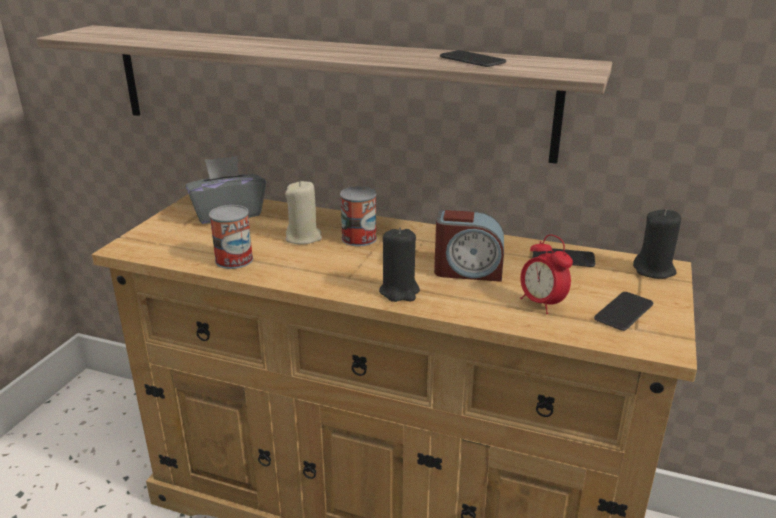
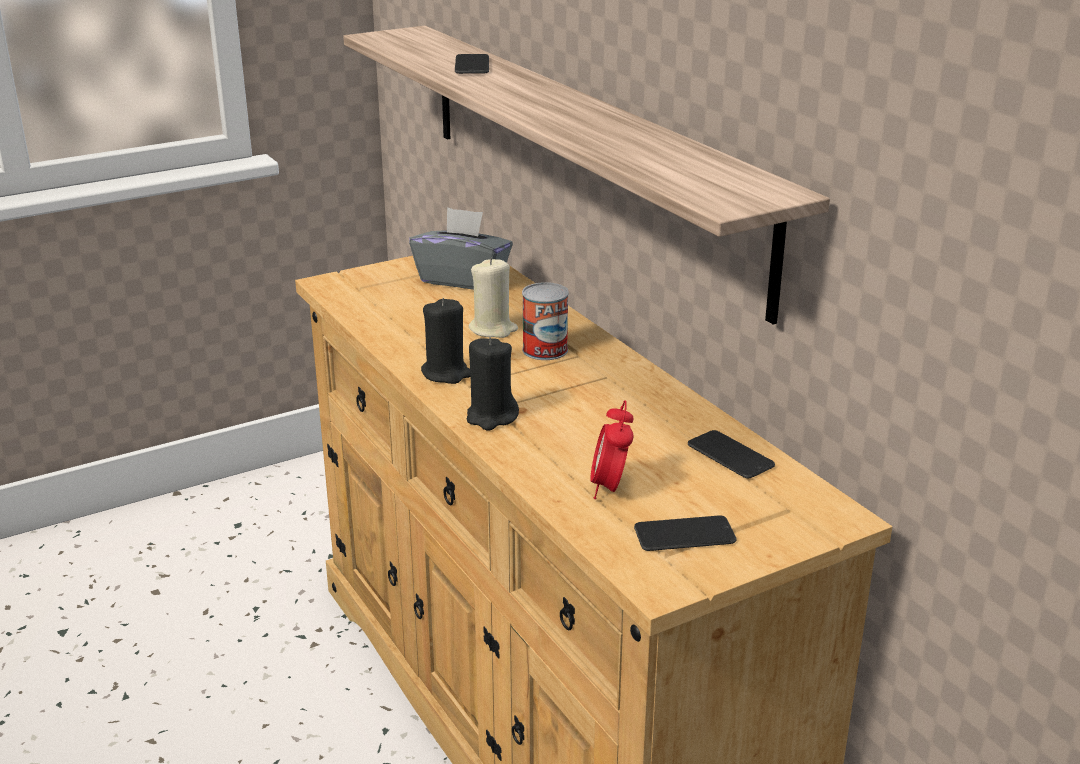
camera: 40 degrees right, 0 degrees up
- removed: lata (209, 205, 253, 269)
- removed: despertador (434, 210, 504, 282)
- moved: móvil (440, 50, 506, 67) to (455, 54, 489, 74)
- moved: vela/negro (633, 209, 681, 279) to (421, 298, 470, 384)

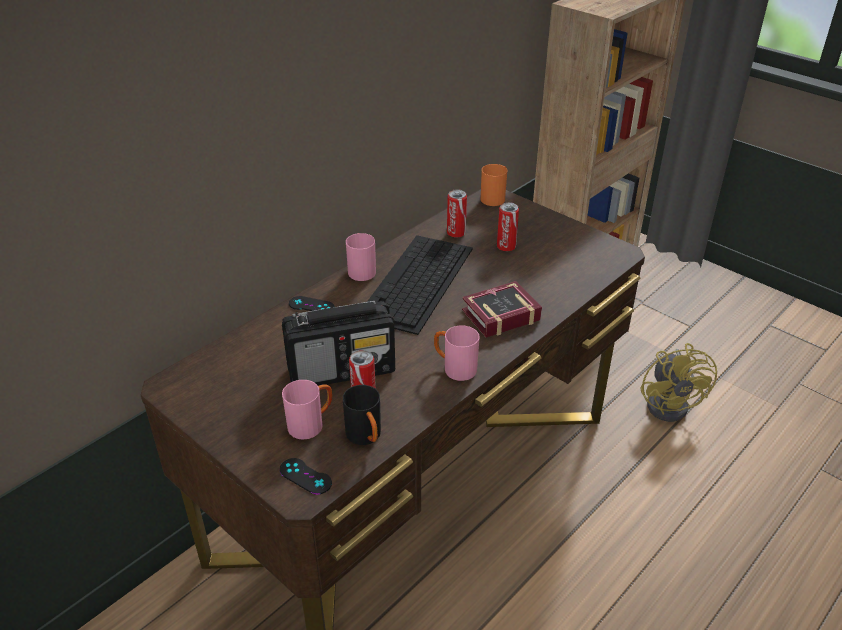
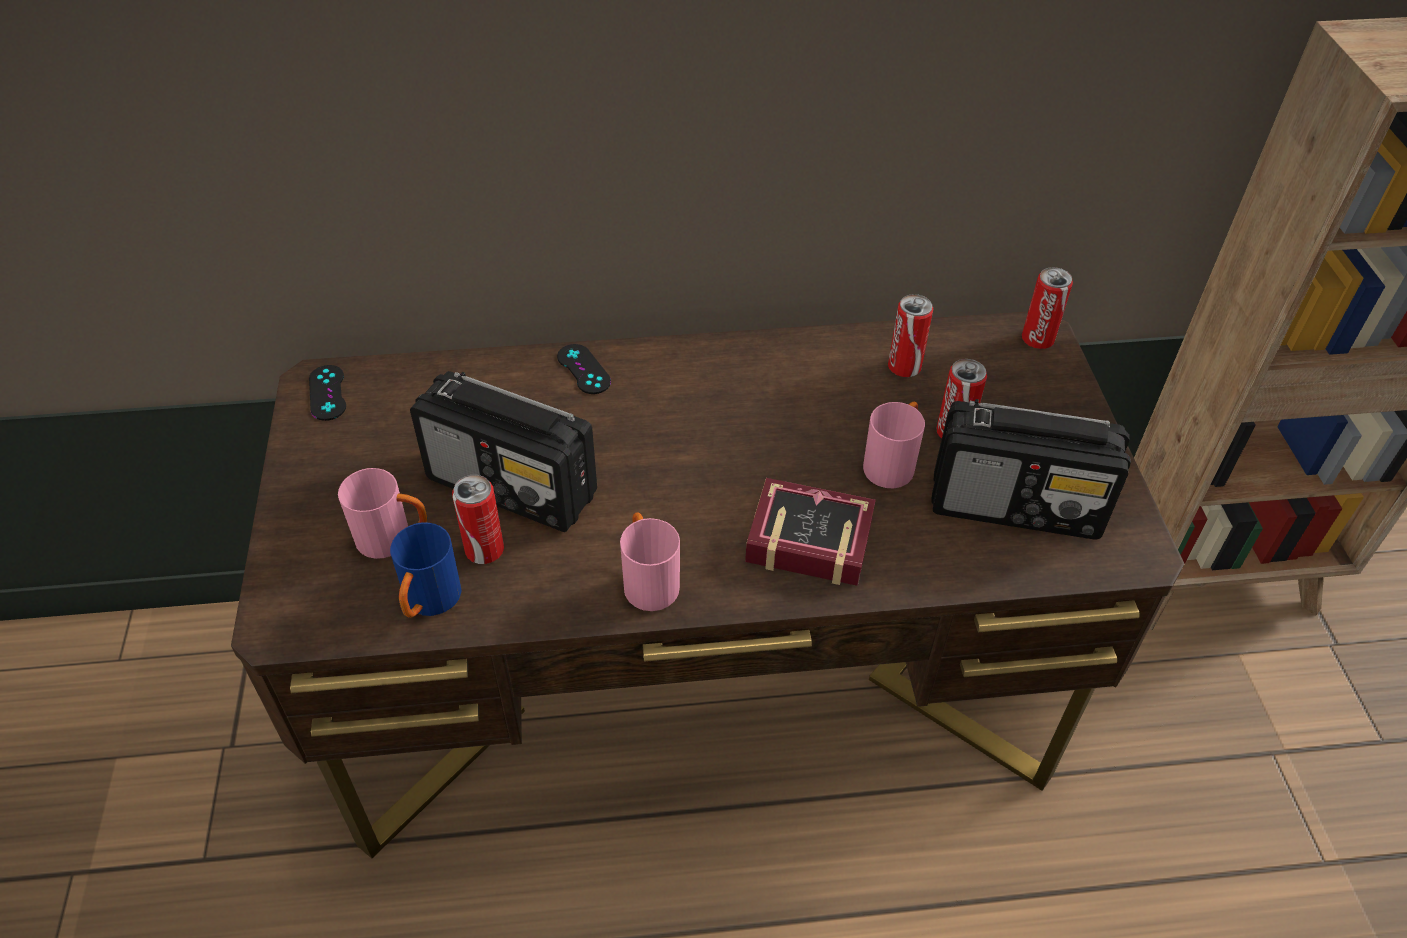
camera: 40 degrees right, 10 degrees up
- moved: mando de consola/negro (280, 458, 332, 494) to (309, 365, 346, 421)
- recoloured: taza grande/negro (343, 385, 381, 445) to taza grande/azul (390, 522, 461, 618)
- moved: taza grande/rosa (346, 233, 376, 281) to (863, 402, 925, 488)
- removed: teclado (367, 235, 473, 335)
- replaced: taza grande/naranja (481, 164, 507, 206) to lata (1022, 267, 1073, 349)
- removed: ventilador/amarillo (641, 343, 717, 422)
- added: radio (931, 399, 1131, 539)

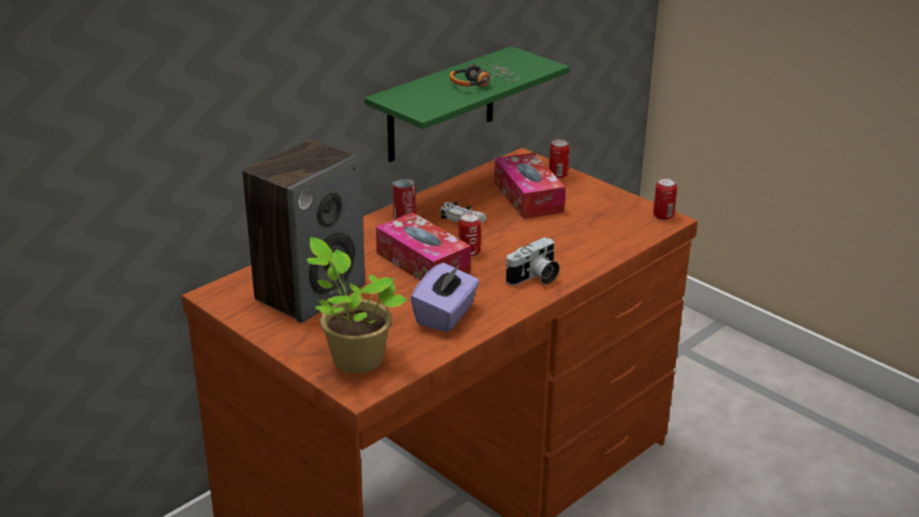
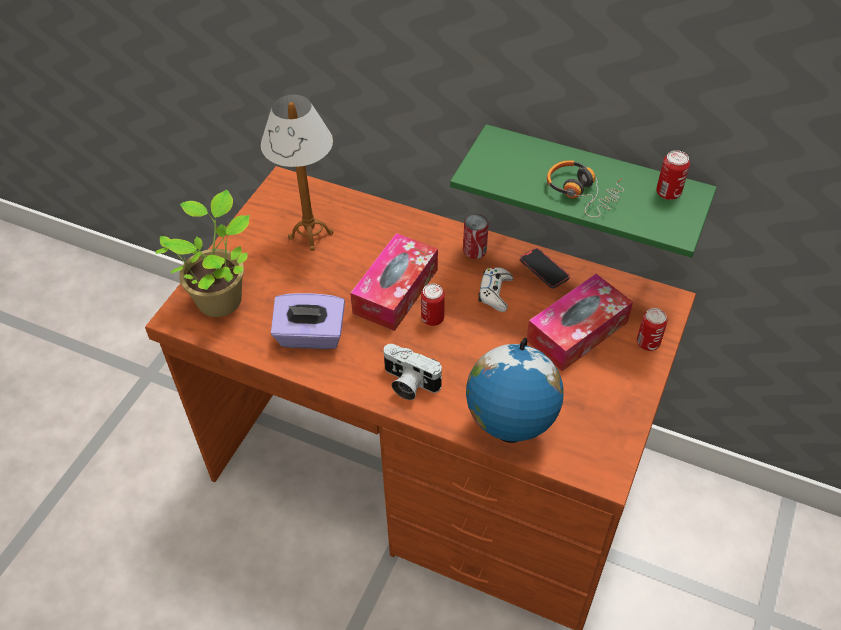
camera: 70 degrees right, 20 degrees up
- replaced: altavoz (243, 139, 365, 323) to lámpara de mesa (261, 95, 333, 251)
- moved: lata (653, 178, 677, 220) to (656, 150, 690, 200)
- added: globo terráqueo (466, 338, 564, 443)
- added: móvil (520, 248, 570, 289)

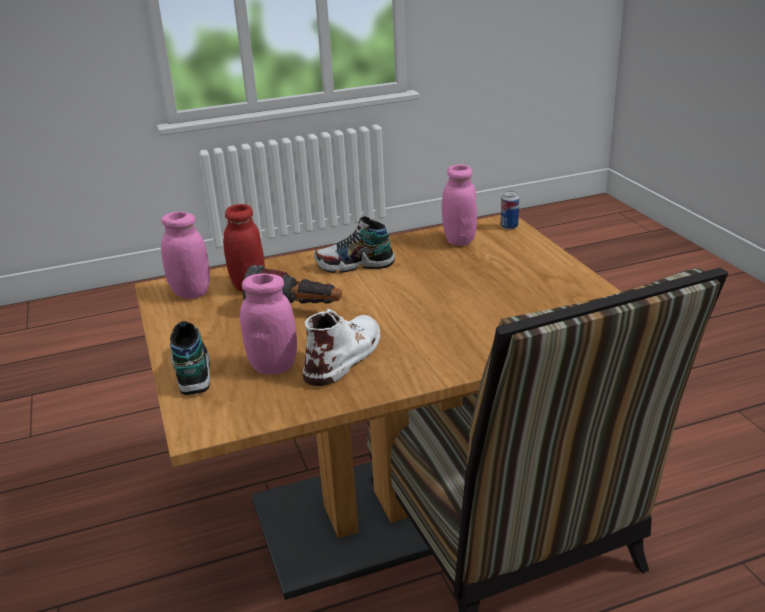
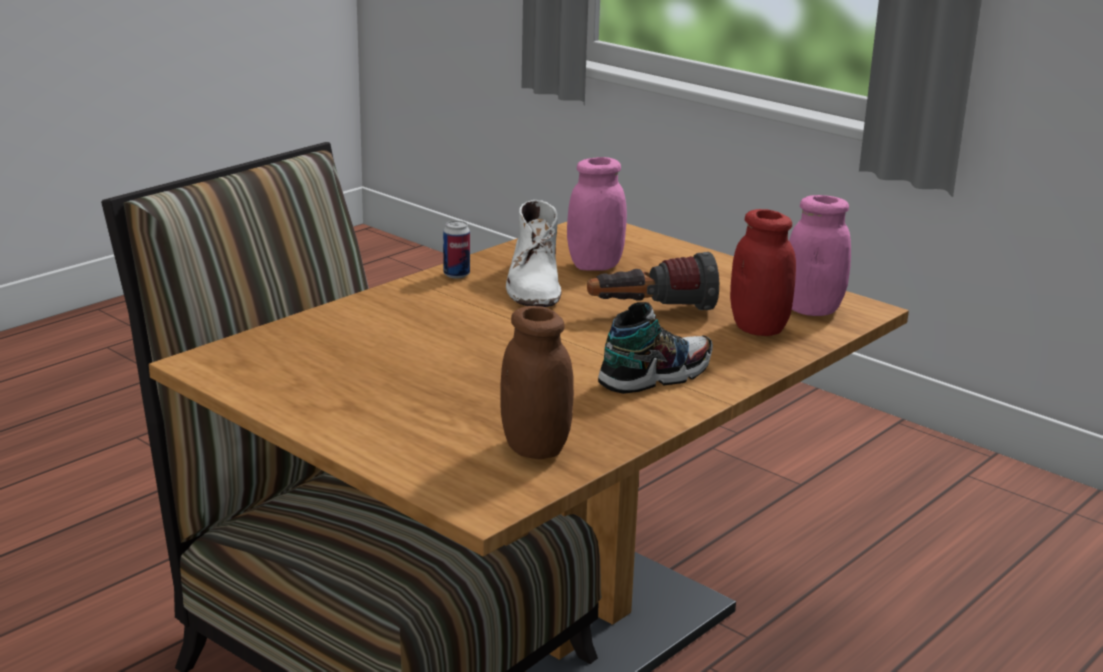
camera: 150 degrees right, 5 degrees down
- removed: zapato (170, 321, 210, 395)
- recoloured: tarro/rosa (442, 164, 477, 246) to tarro/marrón (500, 306, 574, 459)
- moved: lata (501, 191, 519, 230) to (443, 221, 470, 279)

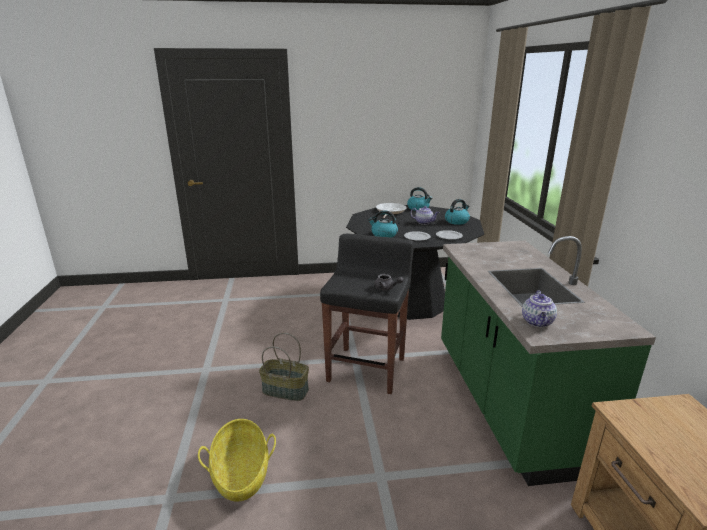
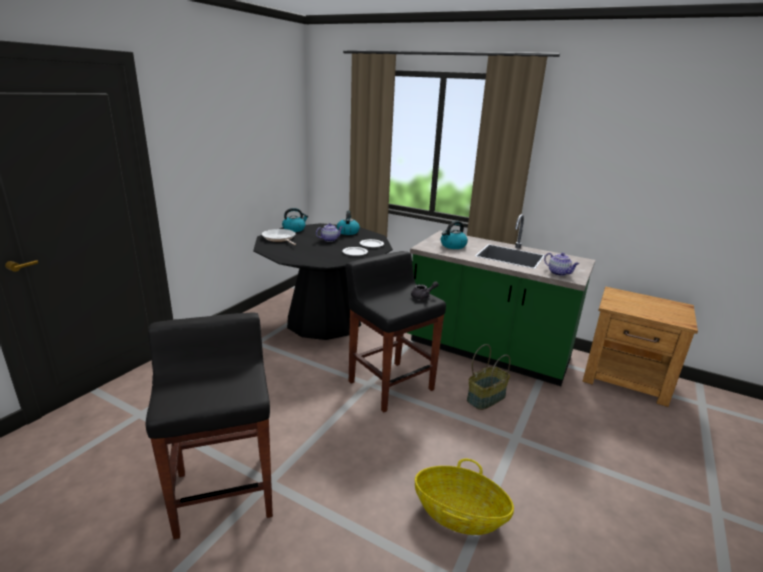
camera: 55 degrees left, 0 degrees up
- moved: cesta (259, 333, 309, 401) to (467, 344, 511, 410)
- moved: hervidor (368, 210, 398, 238) to (441, 221, 468, 249)
- added: taburete/negro (146, 312, 273, 539)

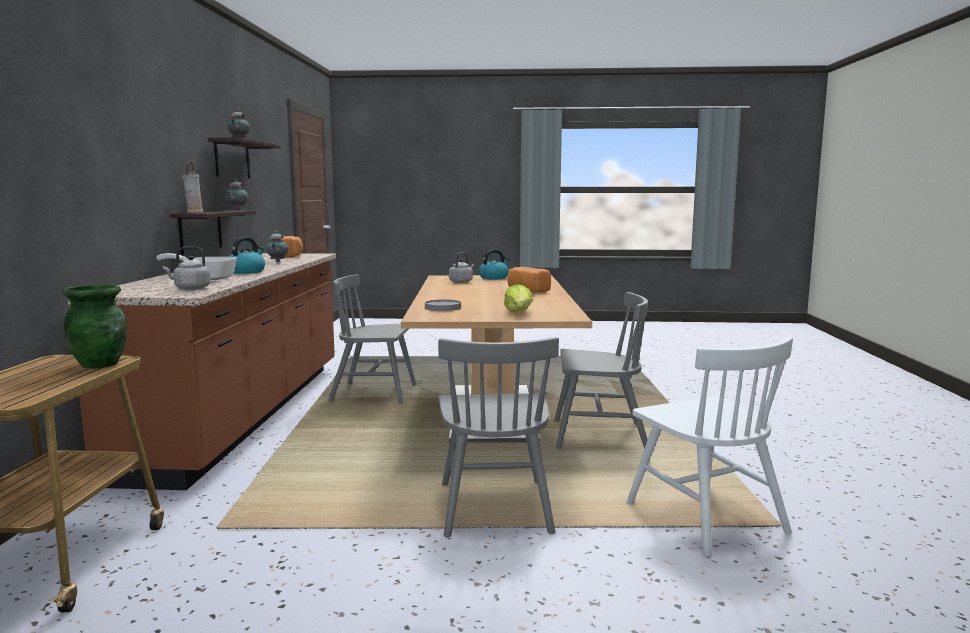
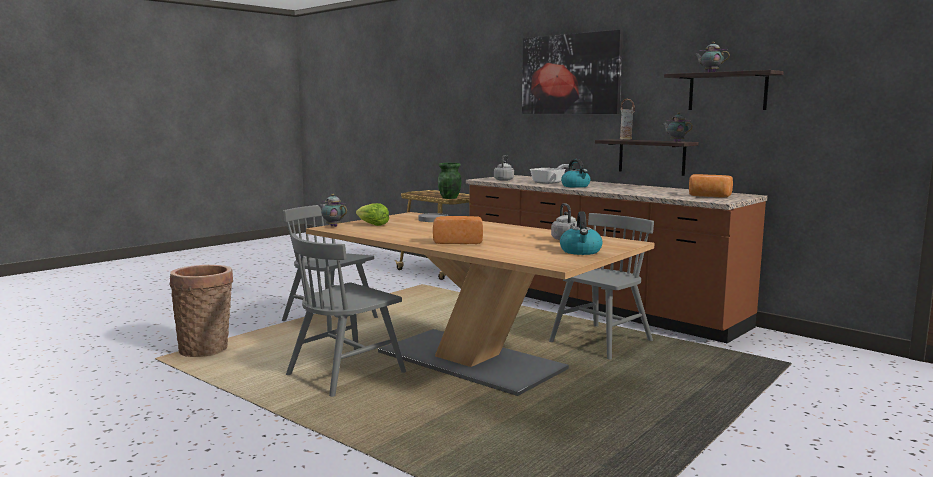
camera: 130 degrees right, 0 degrees up
- moved: tetera (266, 231, 288, 262) to (318, 194, 347, 227)
- replaced: silla/blanco (626, 337, 793, 557) to cesta (170, 265, 233, 357)
- added: cuadro (522, 30, 623, 114)

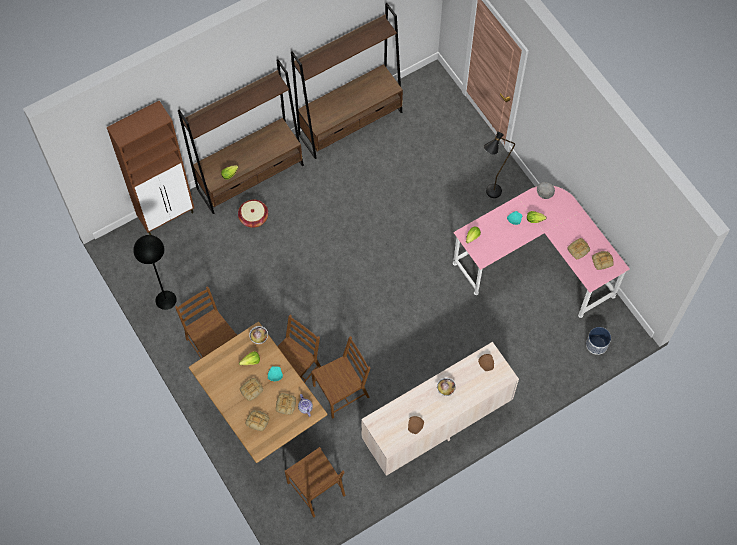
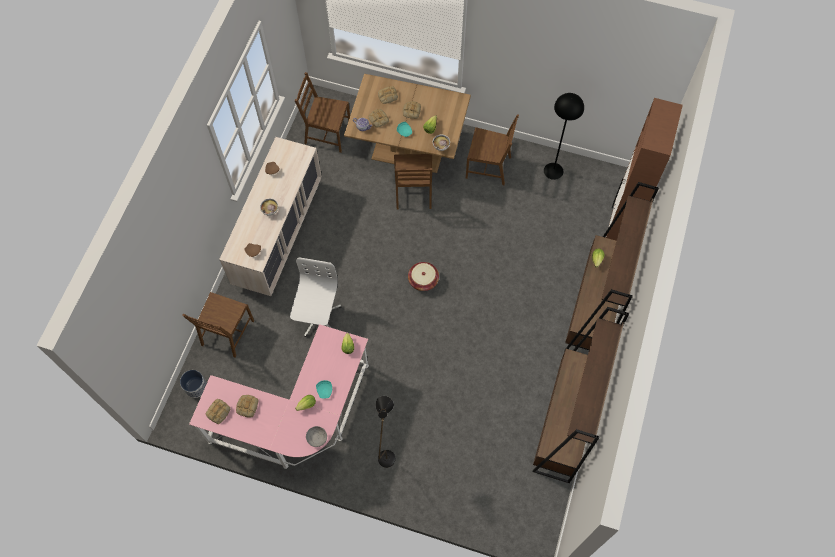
camera: 140 degrees right, 0 degrees up
- moved: cesta (238, 200, 268, 228) to (408, 262, 439, 291)
- moved: silla/marrón (311, 336, 370, 419) to (182, 292, 254, 358)
- added: silla de oficina/blanco (290, 257, 341, 337)

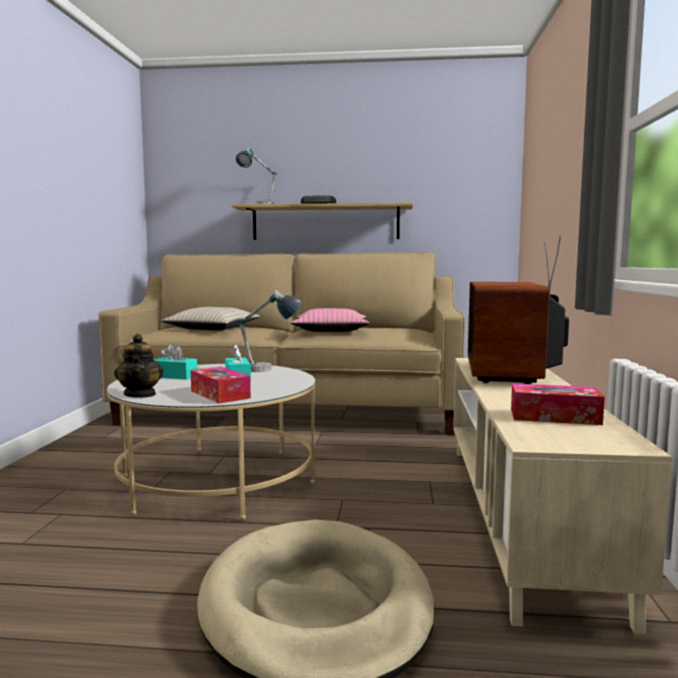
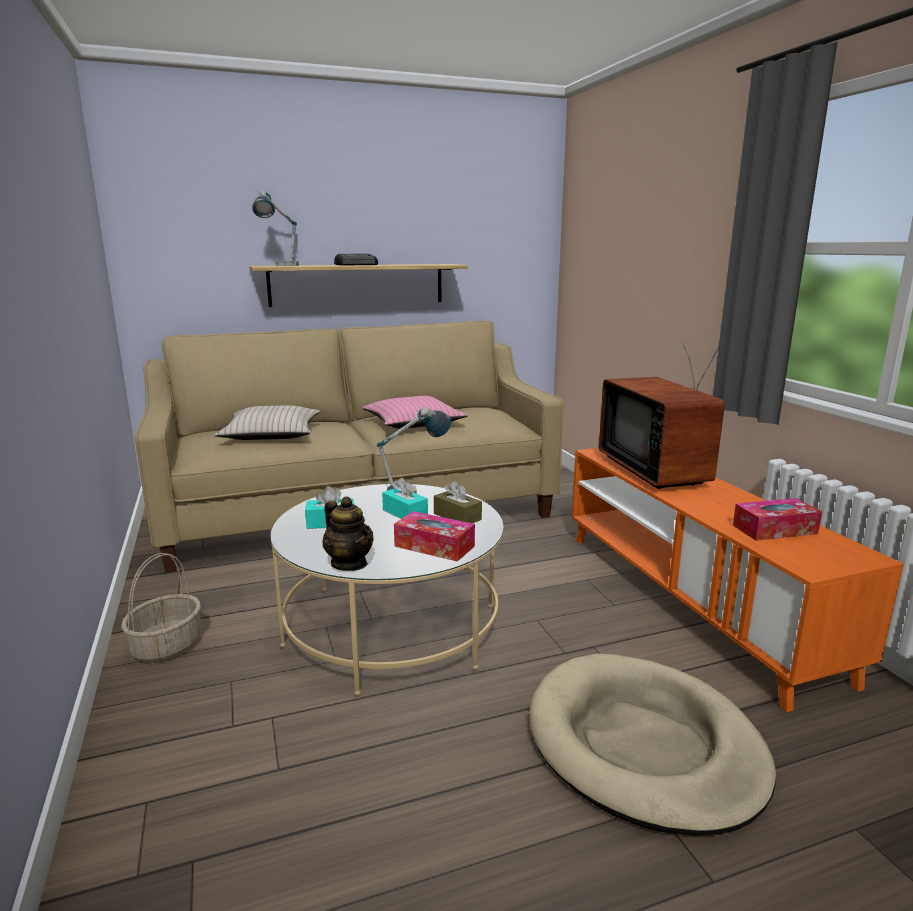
camera: 25 degrees left, 10 degrees up
- recoloured: mueble de televisión/beis (453, 358, 672, 634) to mueble de televisión/naranja (572, 448, 904, 712)
- added: cesta (121, 553, 201, 662)
- added: caja de pañuelos/marrón (434, 481, 482, 523)

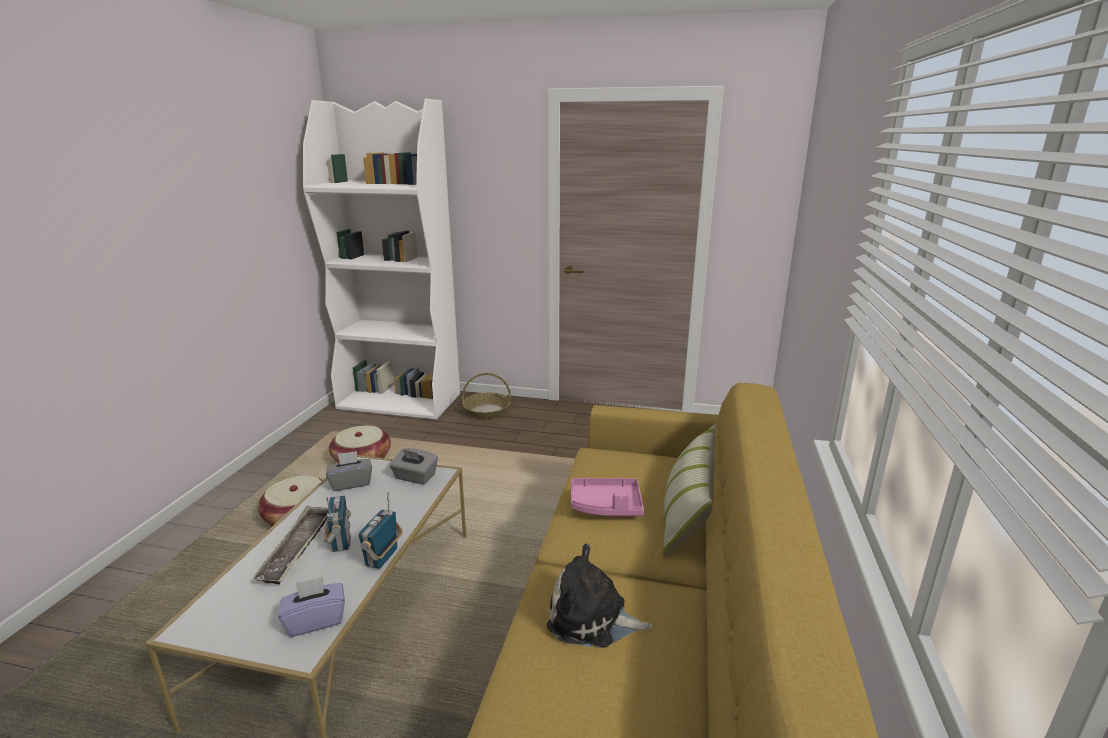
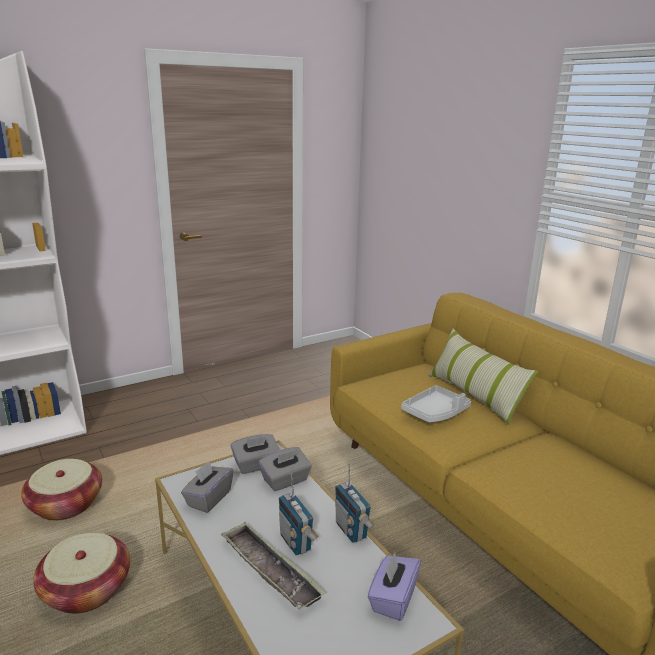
camera: 45 degrees left, 0 degrees up
- turned: radio (324, 496, 351, 552) = (279, 473, 318, 555) 150 degrees counterclockwise
- removed: cesta (462, 373, 511, 419)
- removed: peluche (547, 544, 652, 648)
- recoloured: bandeja/rosa (571, 477, 644, 516) to bandeja/gris (401, 385, 471, 423)
- added: caja de pañuelos/gris (259, 447, 312, 491)

